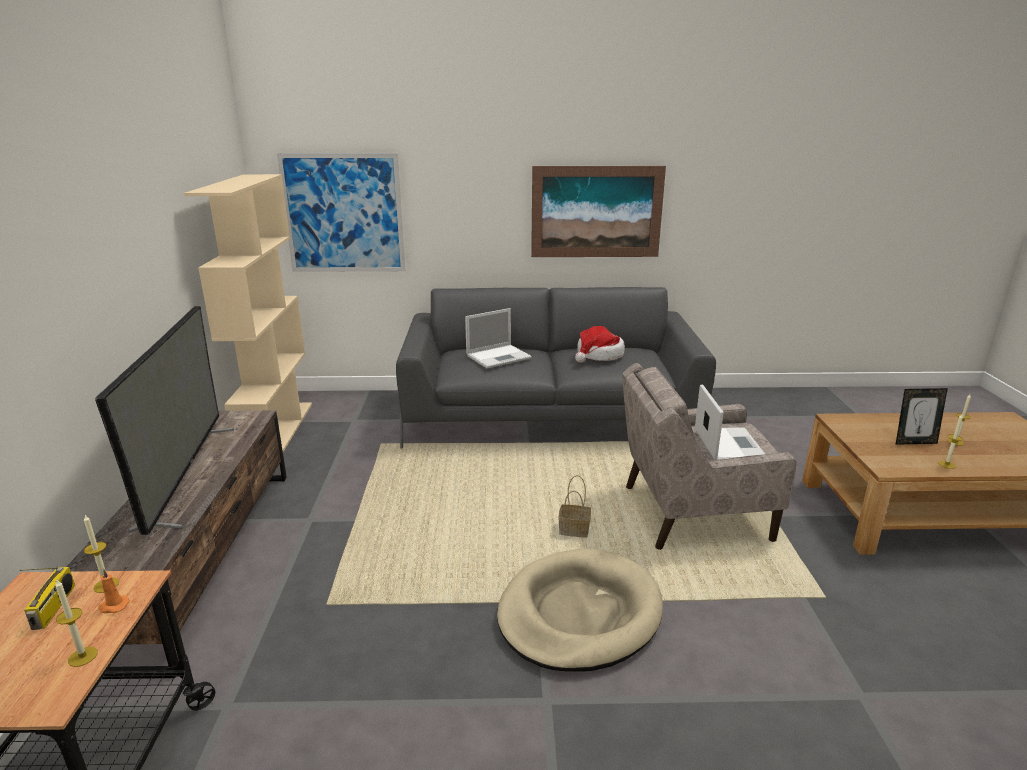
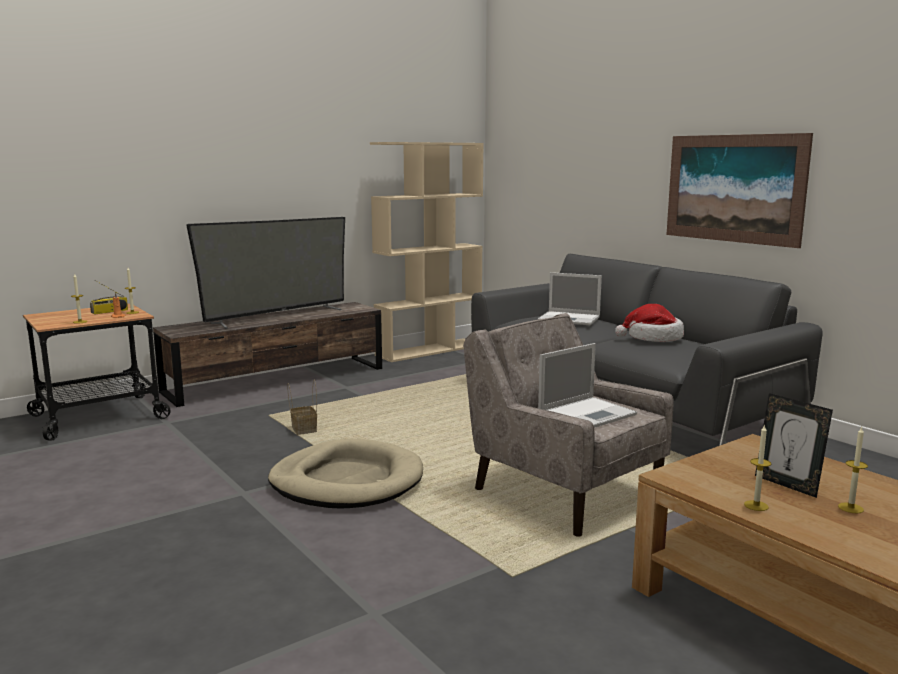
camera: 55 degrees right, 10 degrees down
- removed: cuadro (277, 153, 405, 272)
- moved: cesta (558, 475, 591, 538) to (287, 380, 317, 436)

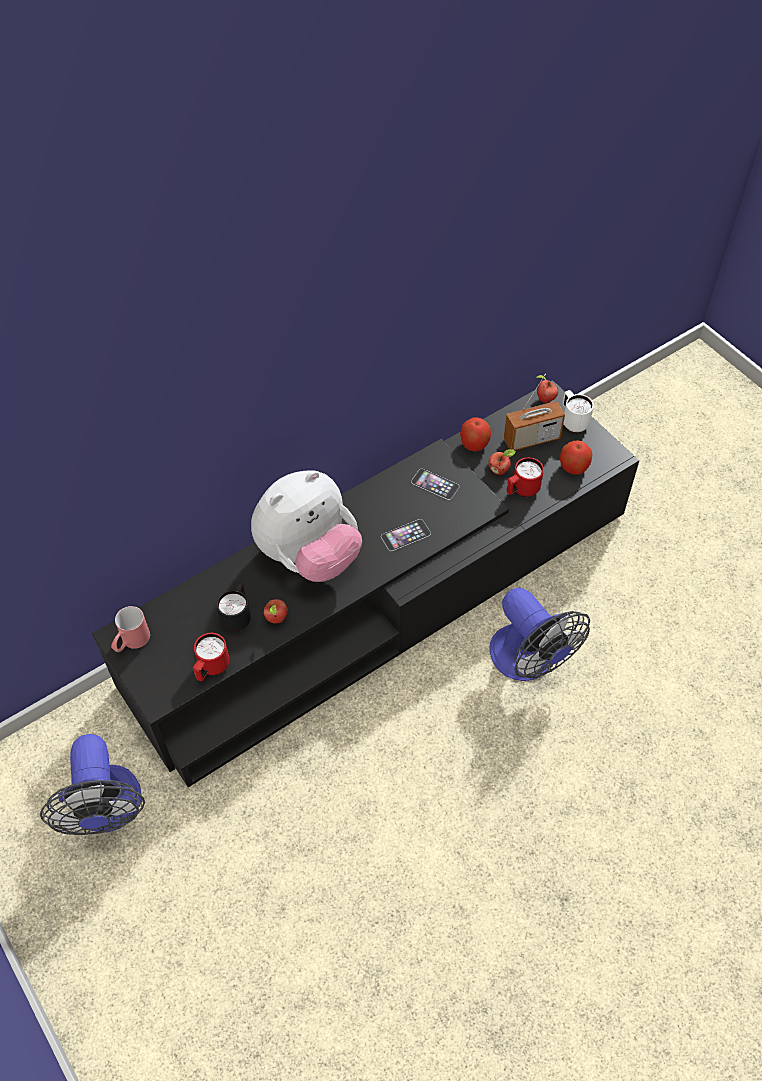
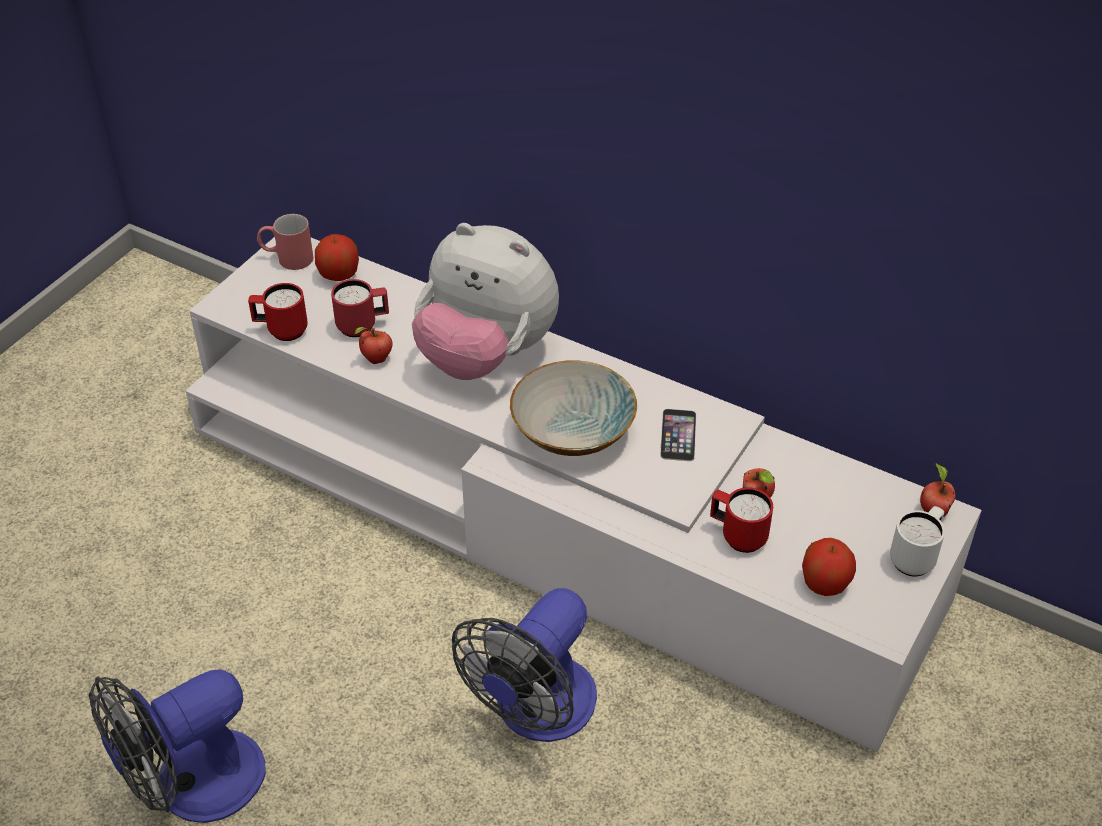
camera: 65 degrees right, 10 degrees down
- moved: ventilador (40, 734, 145, 835) to (89, 669, 266, 823)
- recoloured: mueble de televisión/negro (92, 380, 639, 787) to mueble de televisión/blanco (186, 237, 982, 752)
- recoloured: taza grande/negro (216, 582, 251, 632) to taza grande/rojo (331, 279, 389, 337)
- replaced: móvil (381, 519, 431, 551) to cuenco (510, 361, 637, 456)
- moved: manzana (460, 417, 491, 452) to (315, 234, 359, 281)
- removed: radio (504, 374, 565, 451)

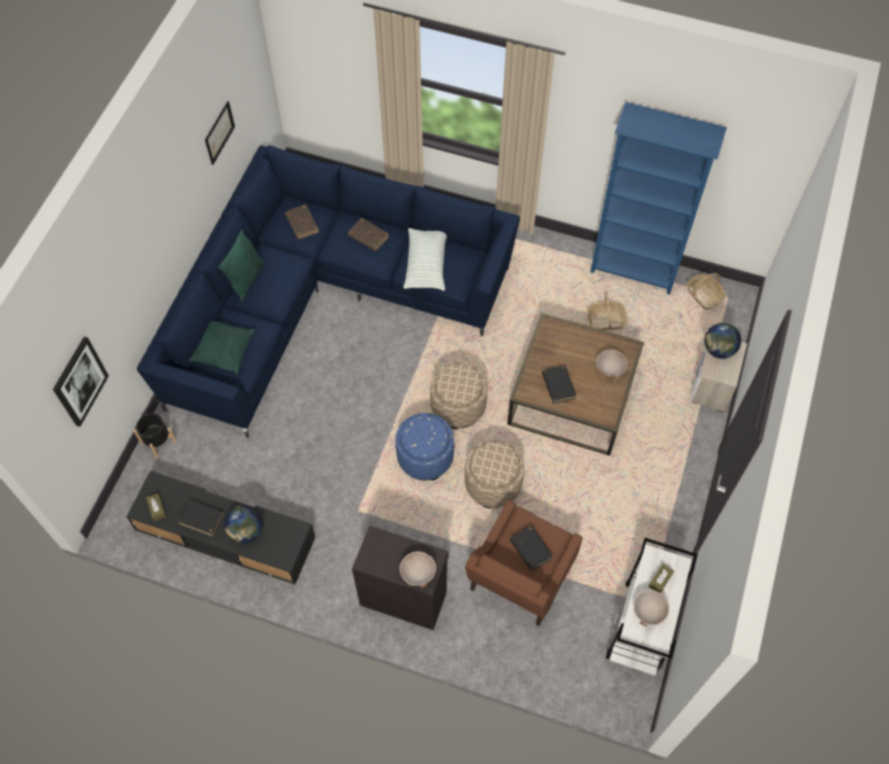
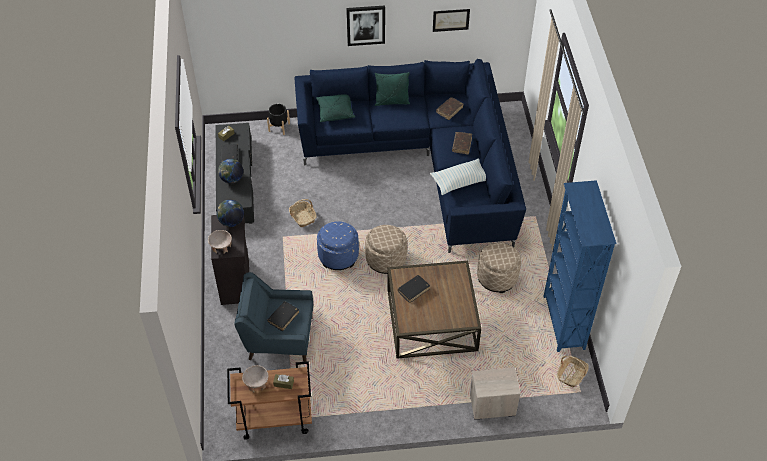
camera: 65 degrees right, 10 degrees down
- moved: cuadro (53, 337, 109, 427) to (346, 5, 385, 46)
- moved: puf/beis (465, 440, 524, 508) to (477, 243, 521, 293)
- recoloured: sillón/marrón (465, 500, 583, 626) to sillón/azul (234, 272, 314, 362)
- moved: cesta (586, 296, 628, 330) to (289, 199, 317, 227)
- removed: cuenco/beis (597, 349, 627, 381)
- recoloured: carrito/blanco (606, 538, 697, 676) to carrito/marrón (227, 361, 312, 440)
- moved: globo terráqueo (704, 323, 741, 359) to (216, 200, 244, 227)

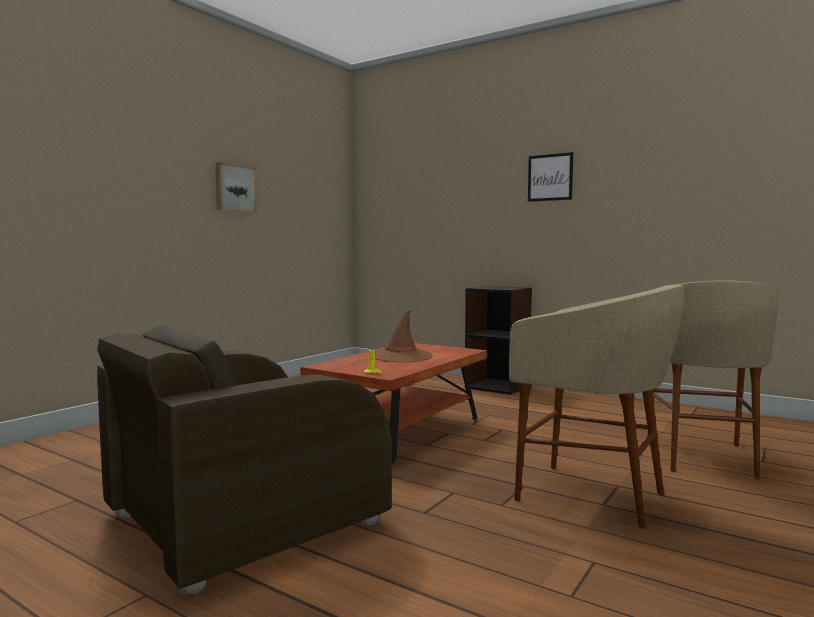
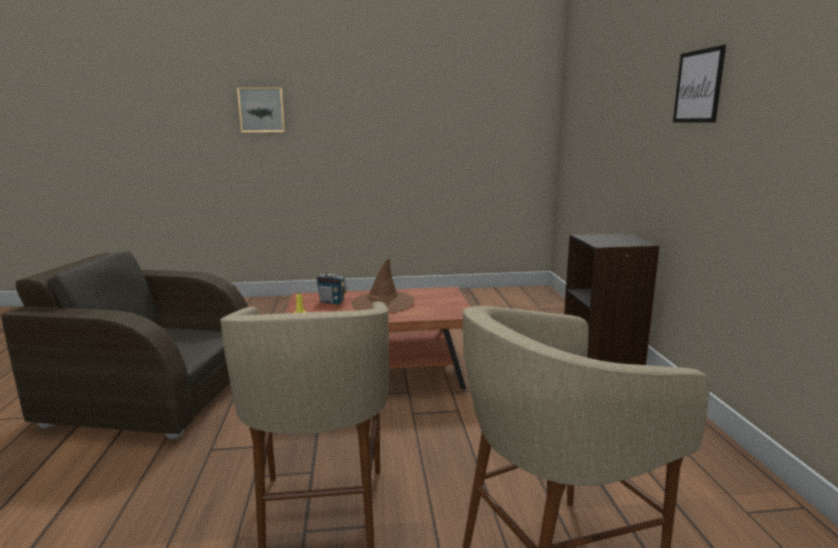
camera: 50 degrees right, 10 degrees up
- moved: cuadro (215, 162, 257, 213) to (237, 87, 285, 132)
- added: radio (316, 261, 347, 304)

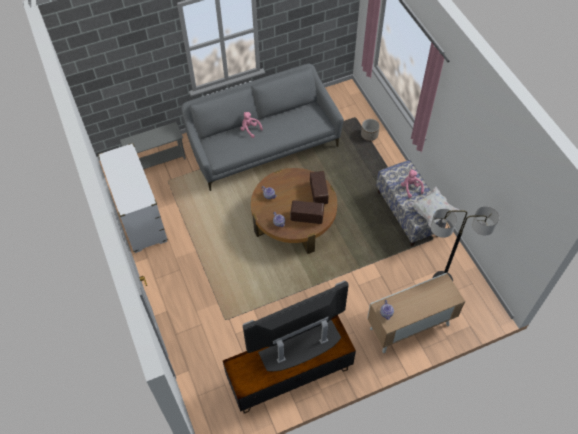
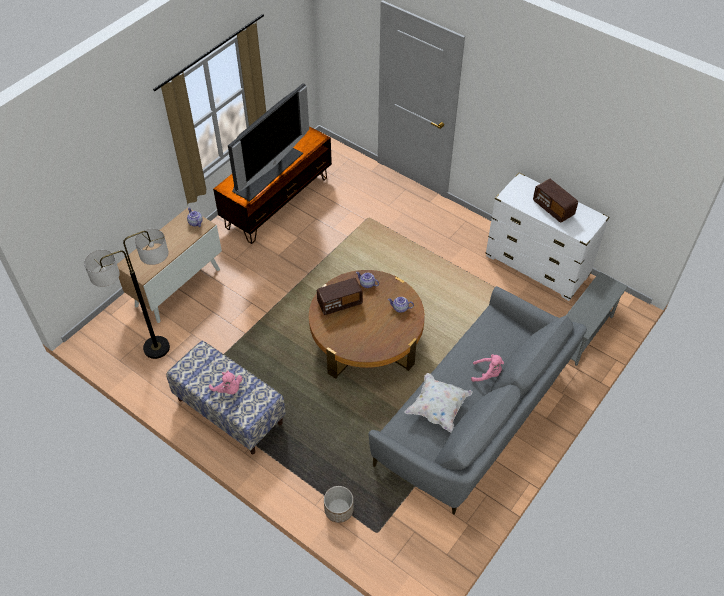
camera: 150 degrees right, 5 degrees down
- moved: radio (310, 171, 329, 204) to (533, 179, 578, 223)
- moved: cojín/blanco (408, 187, 460, 227) to (404, 373, 473, 433)

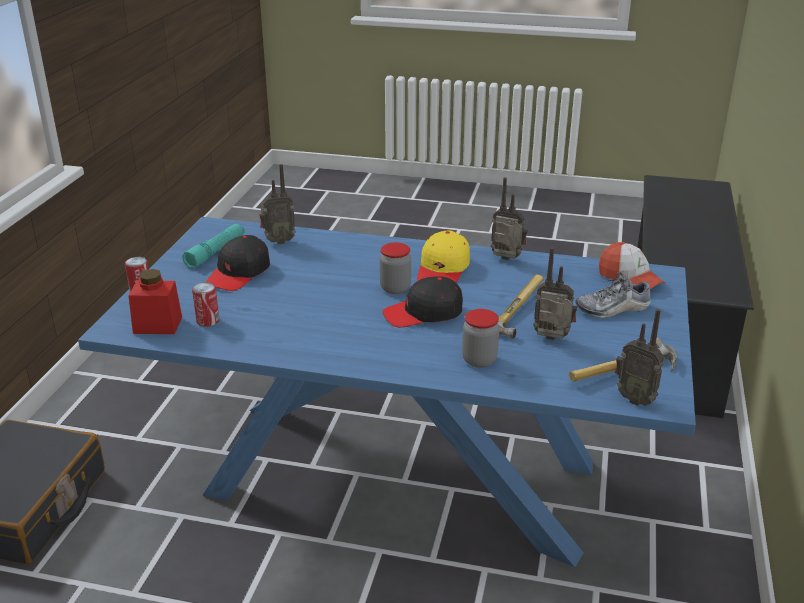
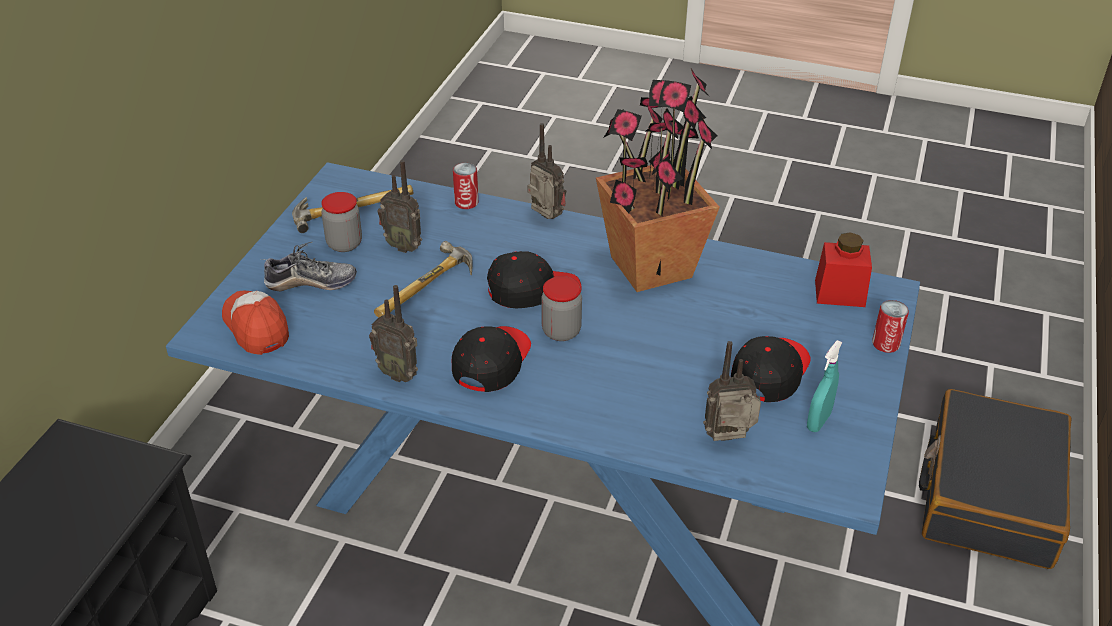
camera: 175 degrees left, 10 degrees up
- replaced: linterna/turquesa (182, 224, 245, 268) to pulverizador/turquesa (807, 340, 842, 432)
- moved: lata (192, 282, 219, 327) to (453, 163, 478, 209)
- recoloured: gorra/amarillo (417, 231, 470, 282) to gorra/negro (452, 326, 531, 392)
- moved: tarro (462, 309, 499, 368) to (321, 192, 362, 252)
- moved: radio (615, 309, 664, 406) to (528, 123, 566, 219)
- added: planta en maceta (596, 68, 720, 292)

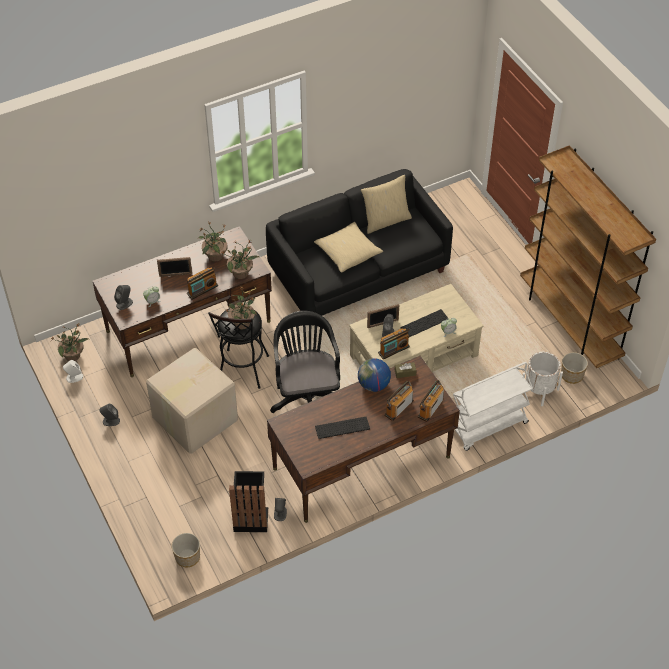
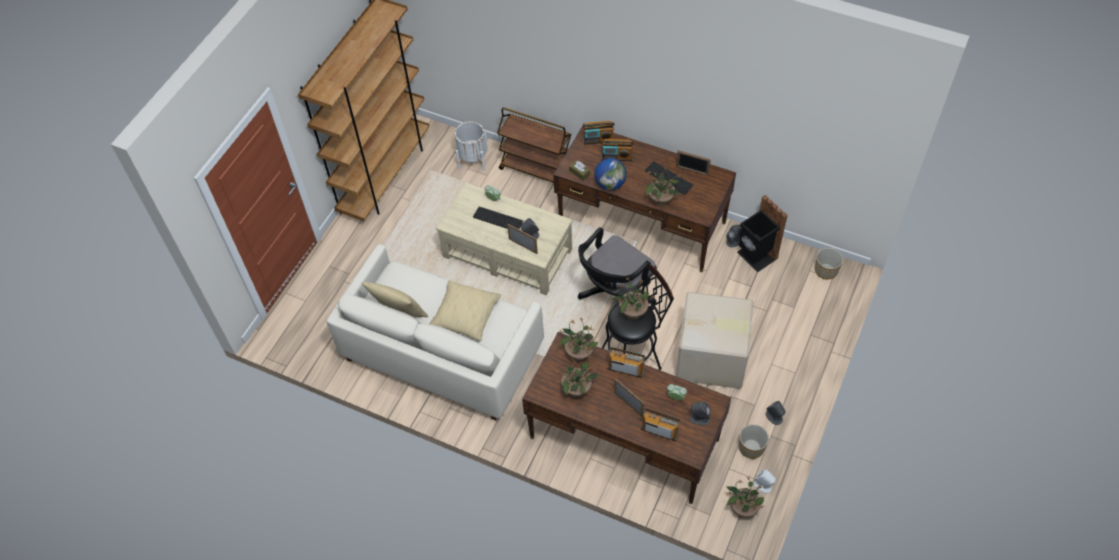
camera: 125 degrees left, 5 degrees up
- recoloured: sofá/negro (266, 169, 453, 316) to sofá/blanco (326, 244, 544, 420)
- moved: radio (378, 328, 410, 360) to (641, 408, 680, 442)
- recoloured: carrito/blanco (453, 362, 533, 451) to carrito/marrón (497, 107, 571, 184)
- moved: maceta (561, 352, 588, 384) to (739, 424, 769, 459)
- added: planta en maceta (646, 169, 681, 207)
- added: portarretratos (676, 150, 711, 176)

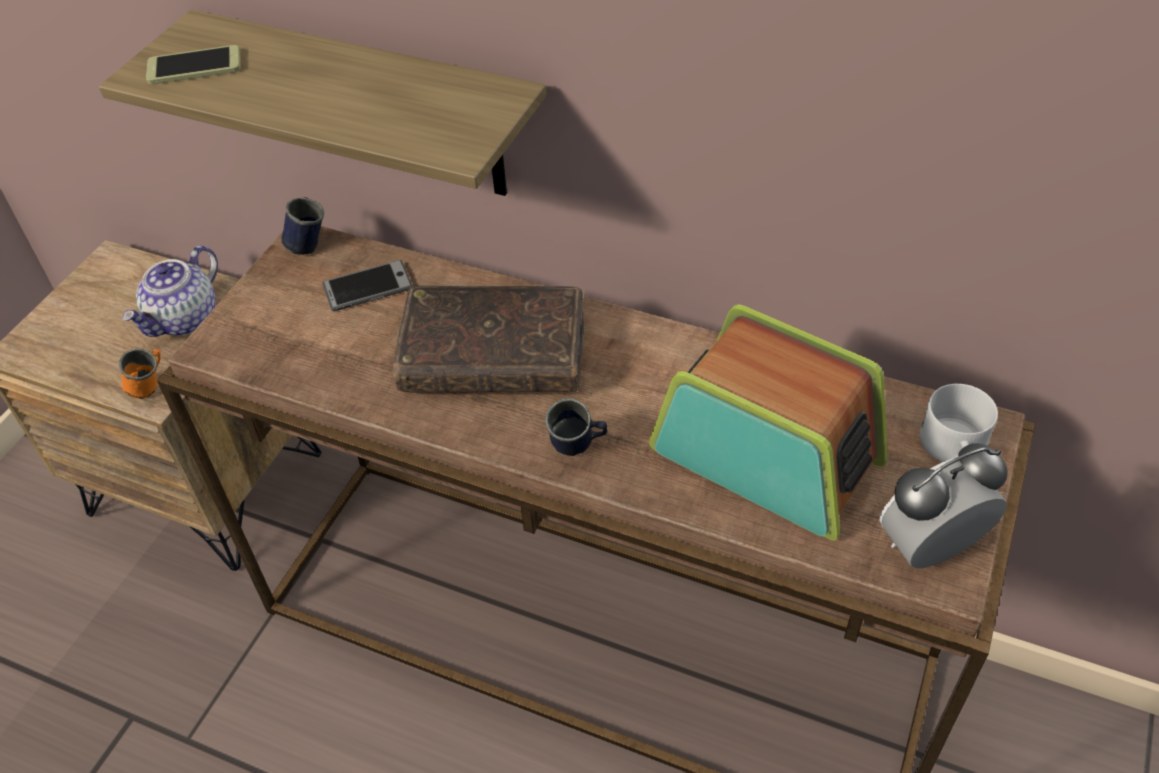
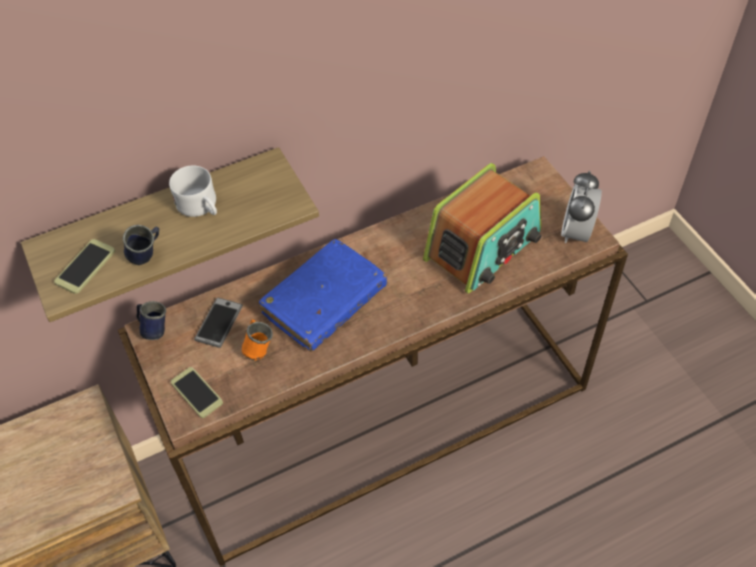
camera: 50 degrees left, 5 degrees up
- moved: taza grande/naranja (119, 348, 161, 399) to (242, 320, 273, 361)
- removed: tetera (122, 245, 218, 337)
- recoloured: libro/marrón (393, 286, 584, 393) to libro/azul (259, 239, 387, 352)
- moved: taza grande/azul (545, 398, 607, 456) to (123, 225, 159, 265)
- turned: radio (649, 305, 888, 541) = (423, 163, 542, 294) 150 degrees clockwise
- moved: taza grande/blanco (920, 384, 998, 462) to (169, 166, 217, 217)
- added: móvil (171, 367, 223, 418)

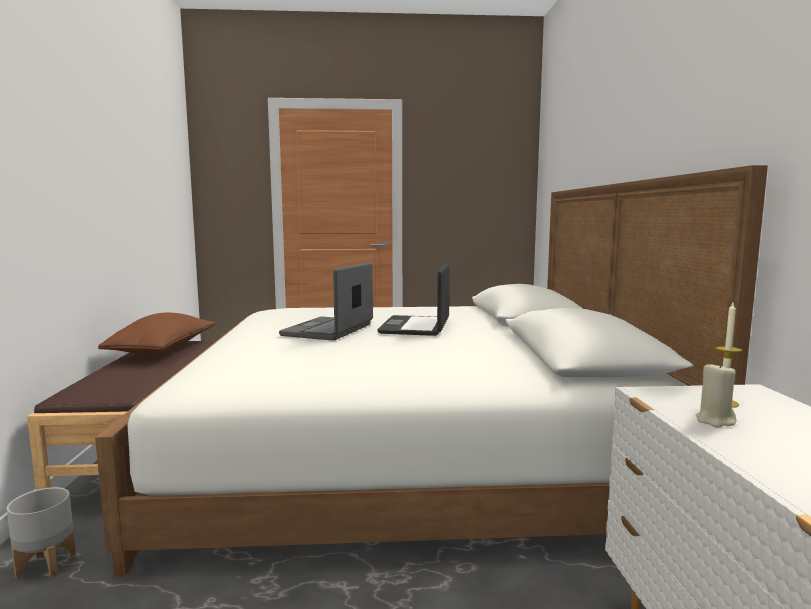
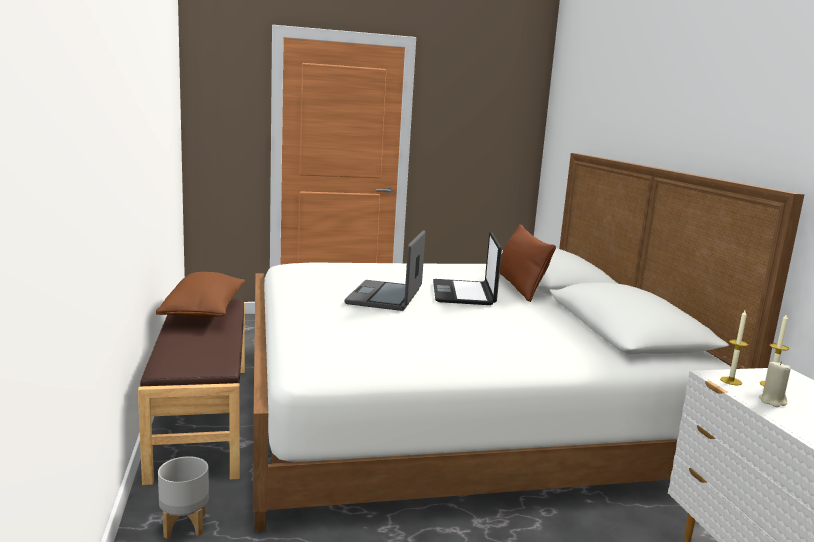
camera: 10 degrees left, 5 degrees up
- added: cojín/marrón (500, 224, 556, 302)
- added: vela (720, 310, 748, 385)

